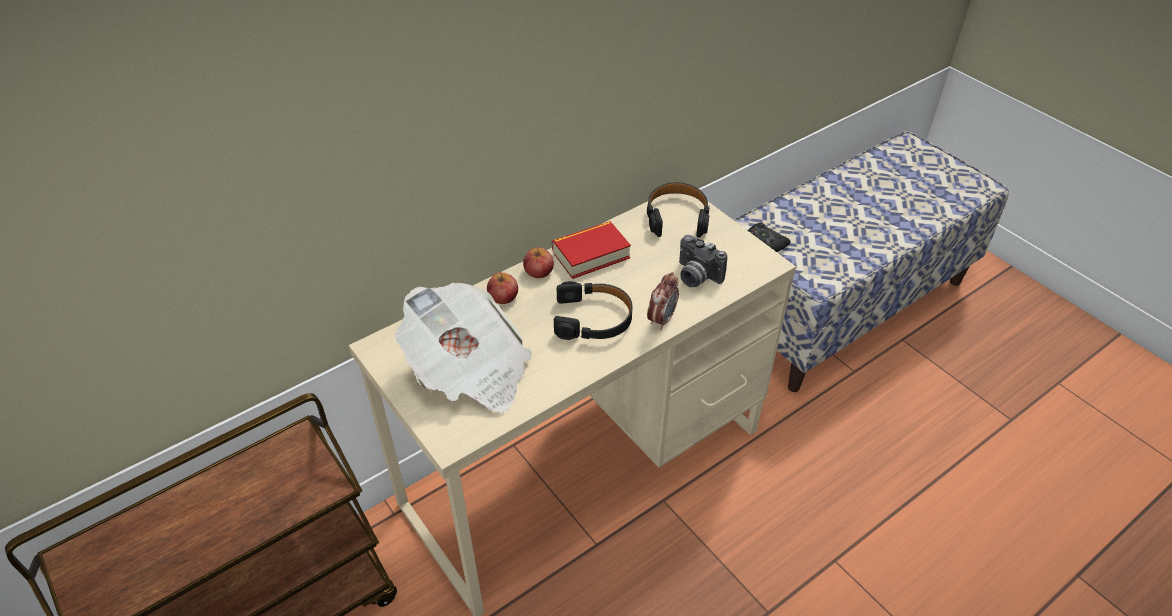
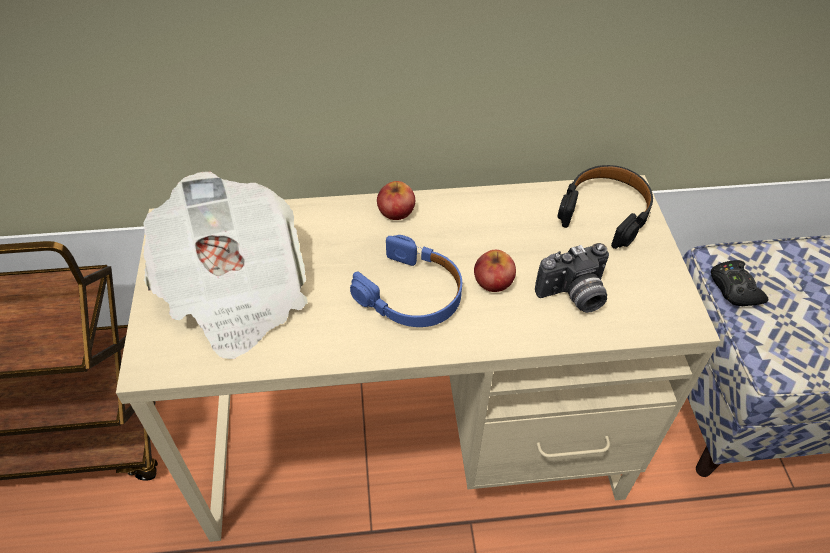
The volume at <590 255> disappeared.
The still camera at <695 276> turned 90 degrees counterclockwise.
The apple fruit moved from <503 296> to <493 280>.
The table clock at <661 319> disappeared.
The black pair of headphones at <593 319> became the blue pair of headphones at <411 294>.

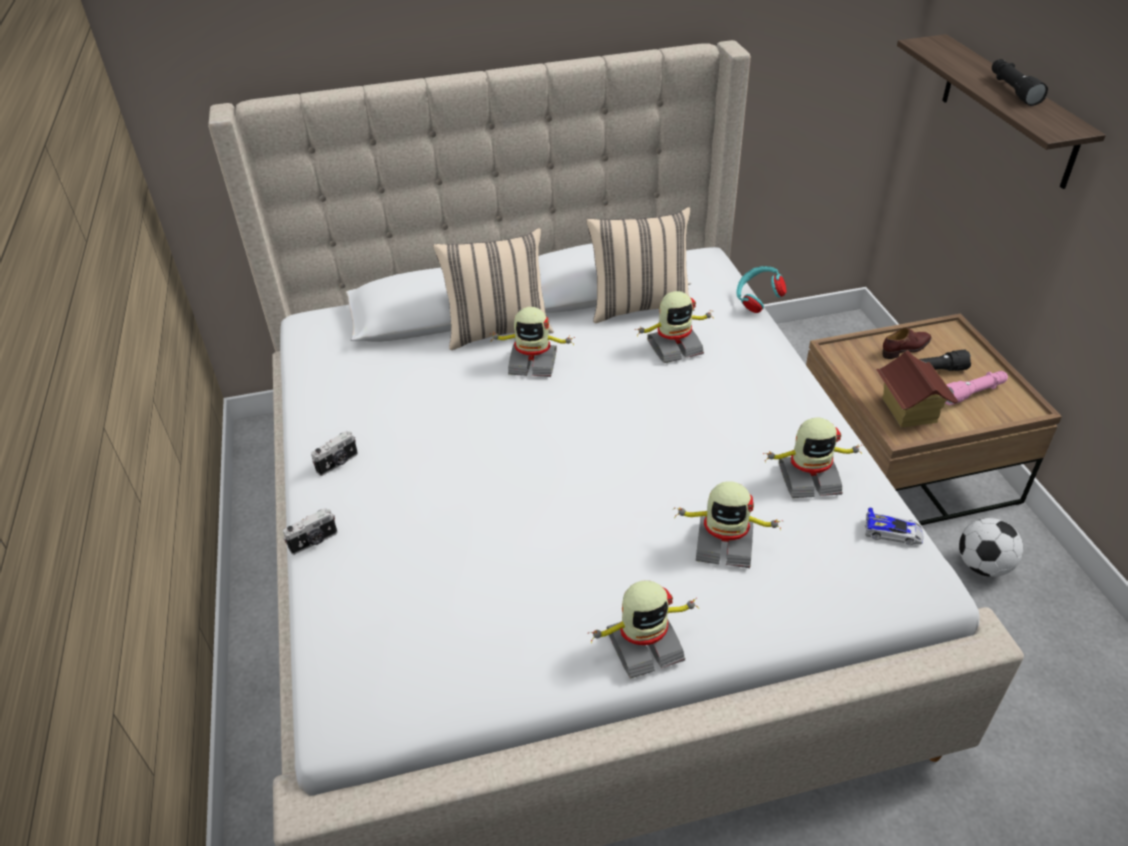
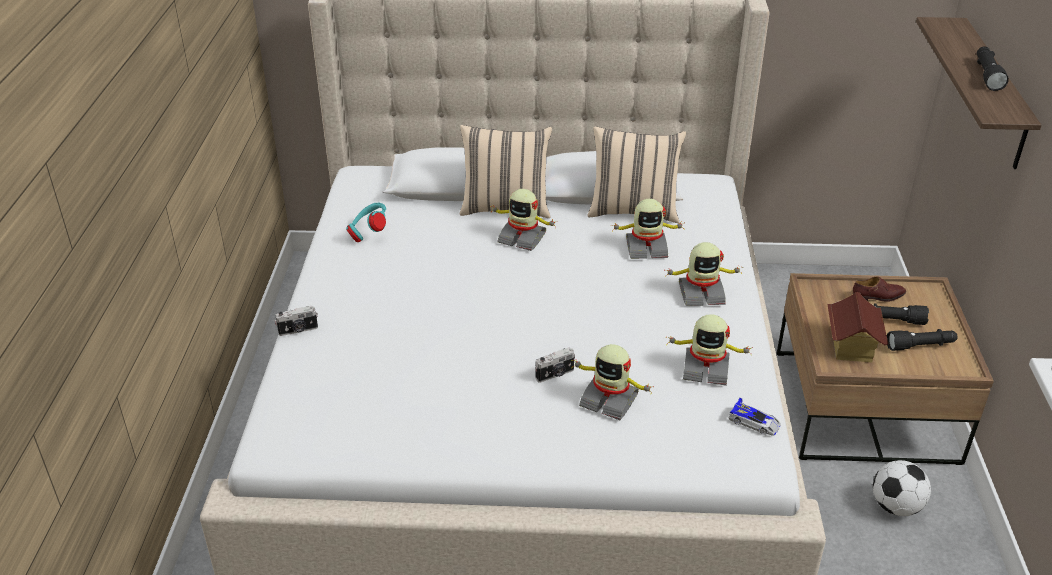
The blue-green pair of headphones moved from <757 302> to <369 233>.
The pink flashlight at <973 393> became the black flashlight at <920 346>.
The still camera moved from <338 463> to <555 375>.
The robot figure moved from <644 645> to <701 293>.

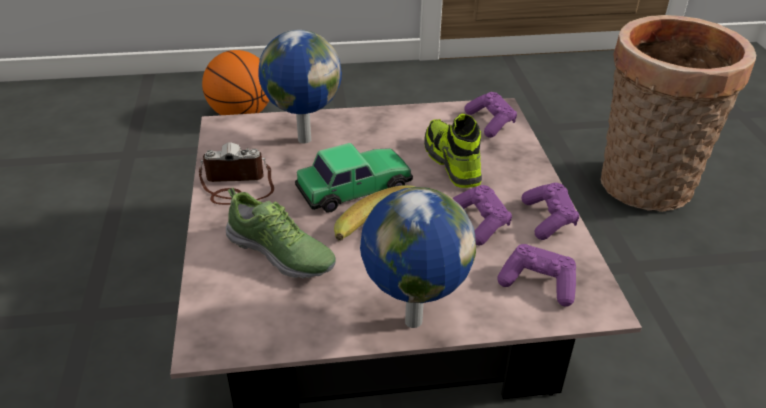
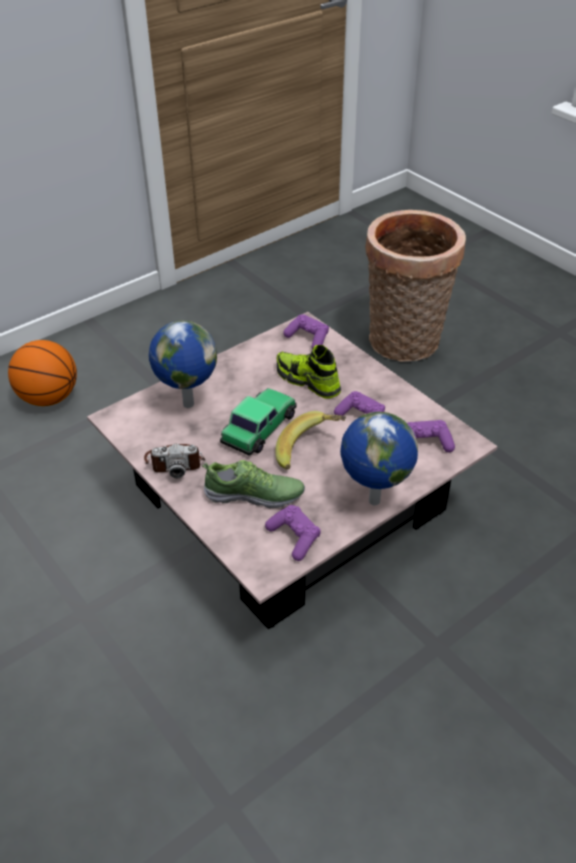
The still camera at <236 186> turned 150 degrees counterclockwise.
The purple-coloured gamepad moved from <548 219> to <294 538>.

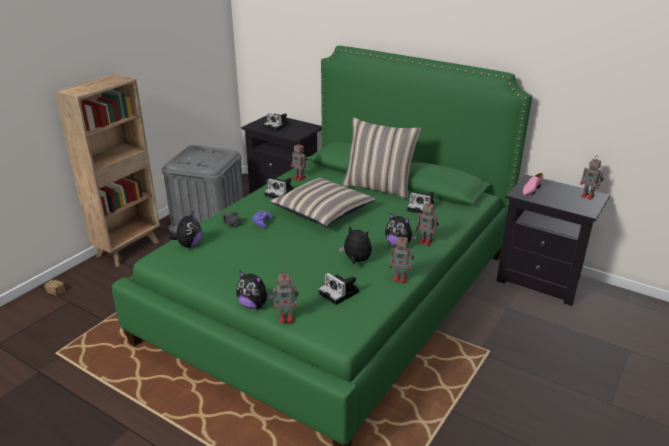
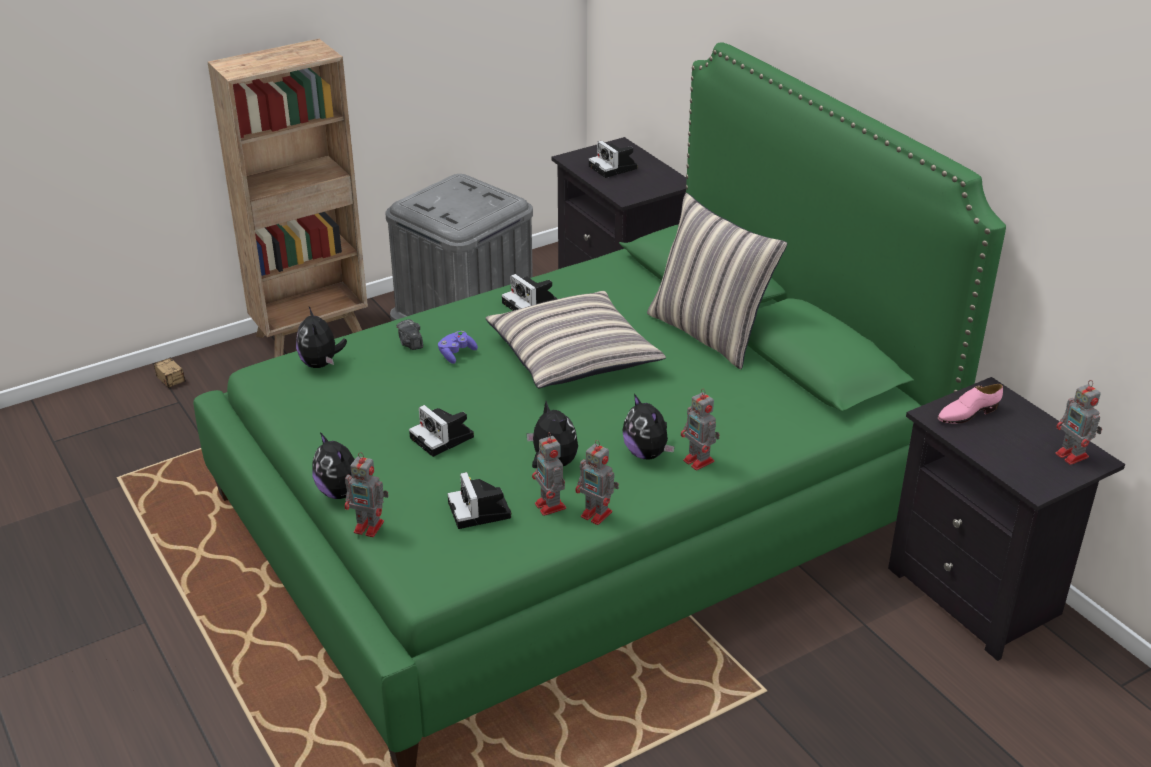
The robot figure moved from <300 178> to <551 507>.
The still camera moved from <422 207> to <444 438>.
The cuddly toy at <189 245> turned 120 degrees clockwise.

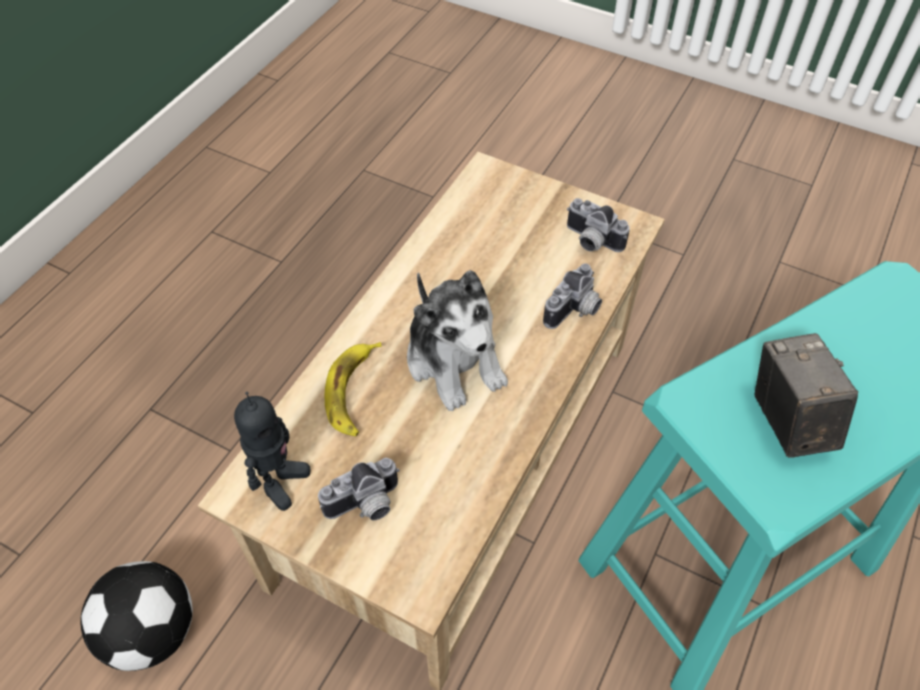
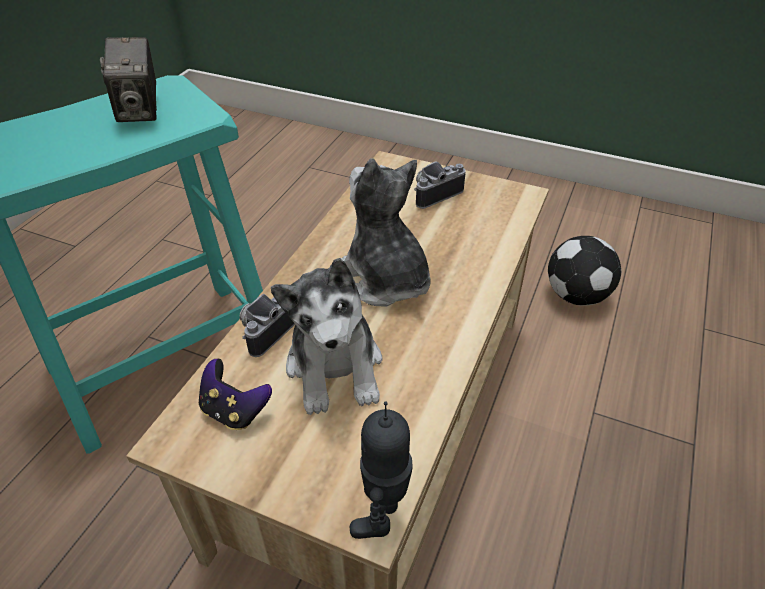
The still camera at <590 242> was replaced by the gamepad at <234 411>.
The whole banana at <353 392> disappeared.
The robot figure moved from <280 482> to <382 516>.
The cuddly toy at <335 367> appeared.

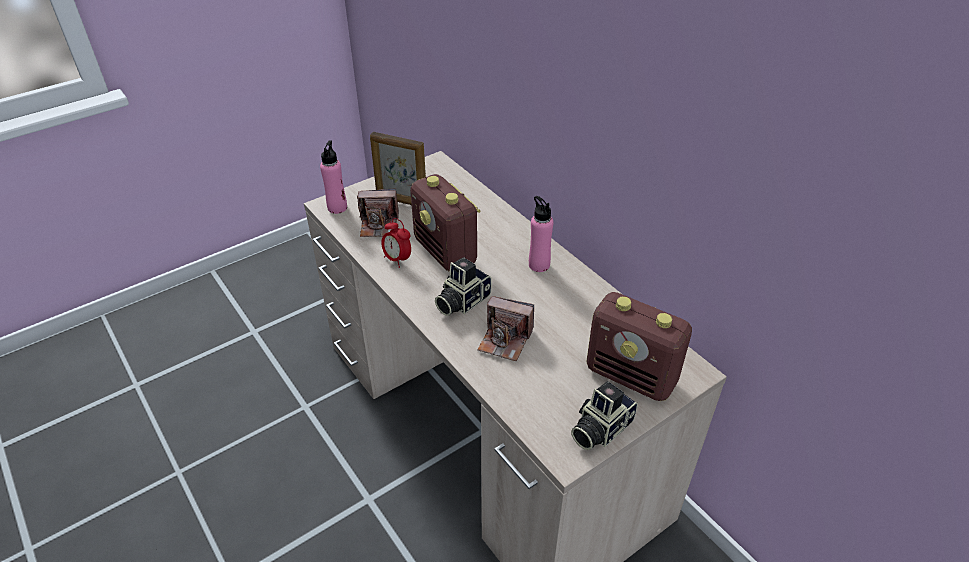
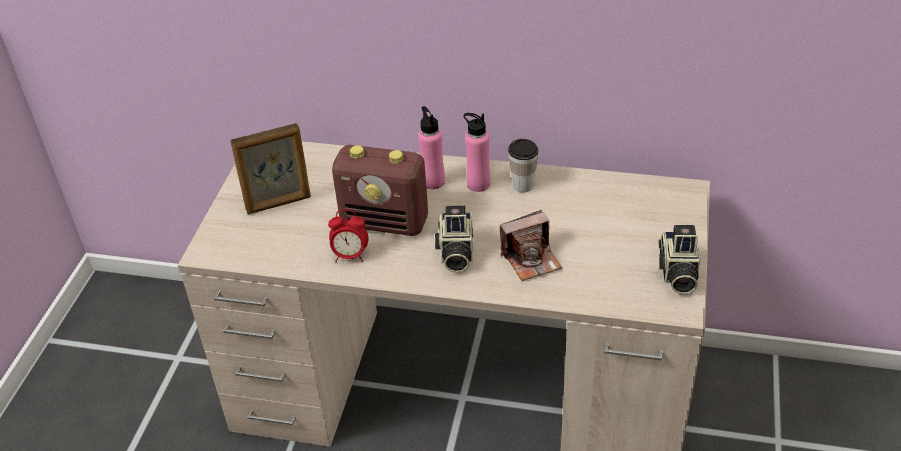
The pink drink bottle moved from <337 207> to <433 181>.
The still camera at <379 225> disappeared.
The radio receiver at <632 376> disappeared.
The cup at <522 185> appeared.

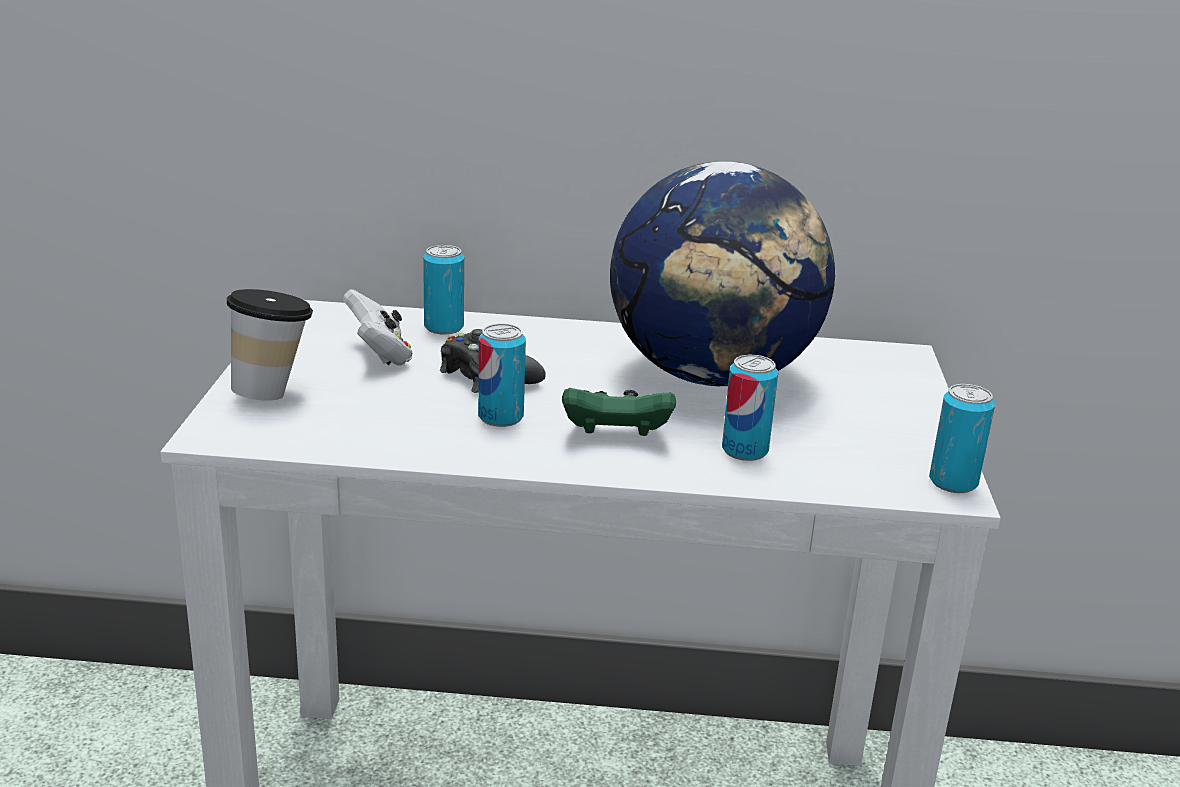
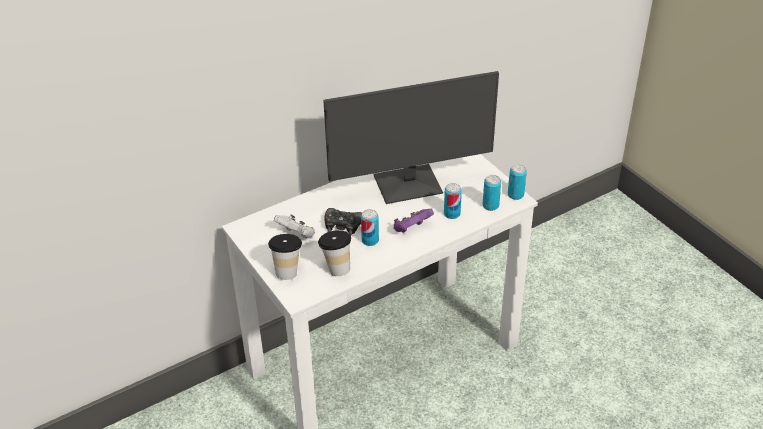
The desk globe at <712 376> was replaced by the monitor at <408 185>.
The sealed can moved from <444 327> to <490 205>.
The green gamepad at <616 436> became the purple-coloured gamepad at <411 229>.
The cup at <336 268> appeared.

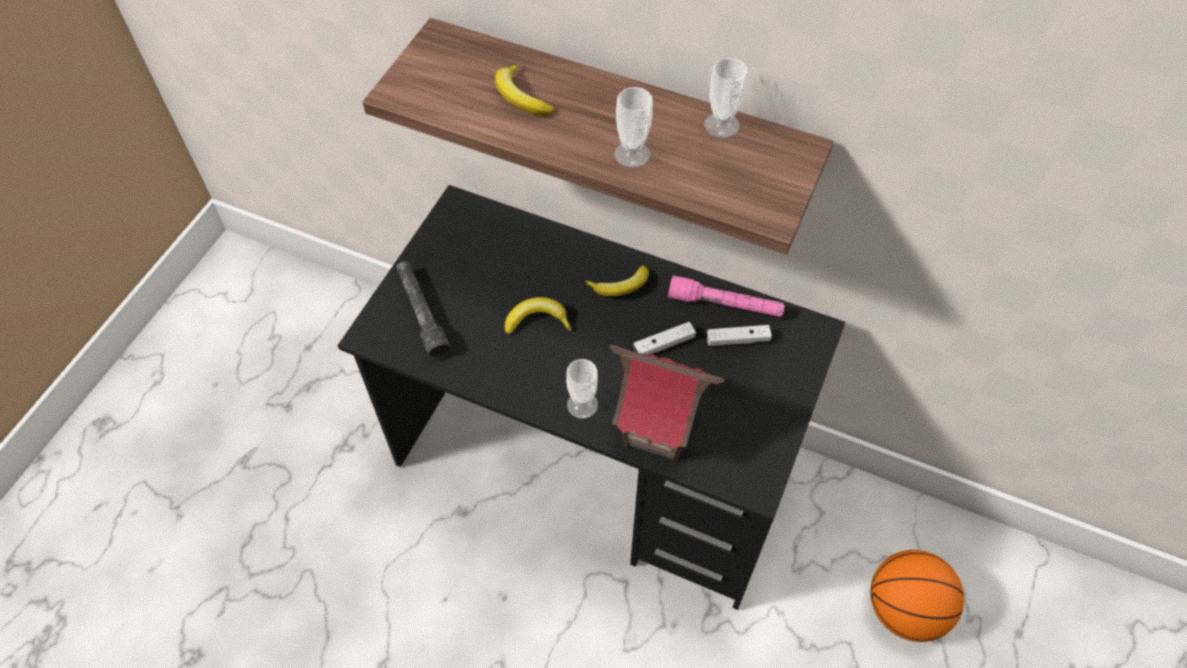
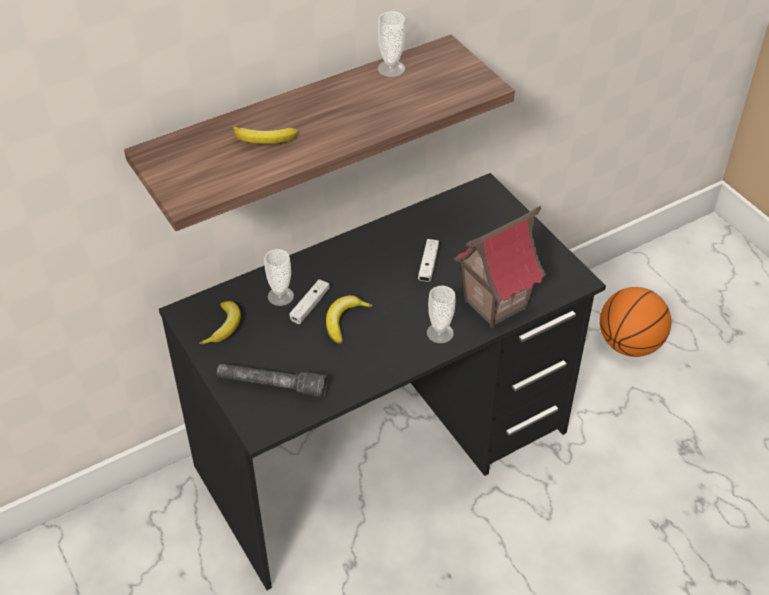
The cup moved from <632 154> to <280 296>.
The whole banana moved from <620 287> to <224 327>.
The pink flashlight at <725 305> disappeared.
The whitish gamepad moved from <738 340> to <310 306>.

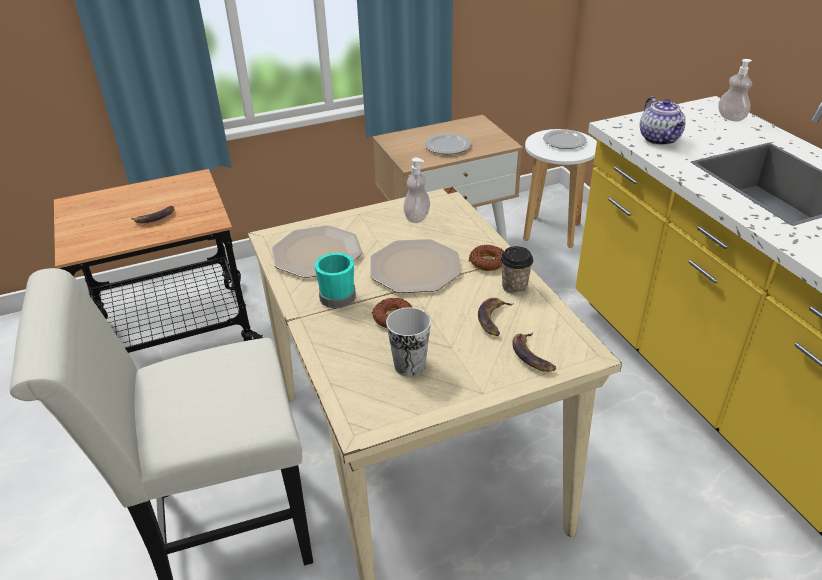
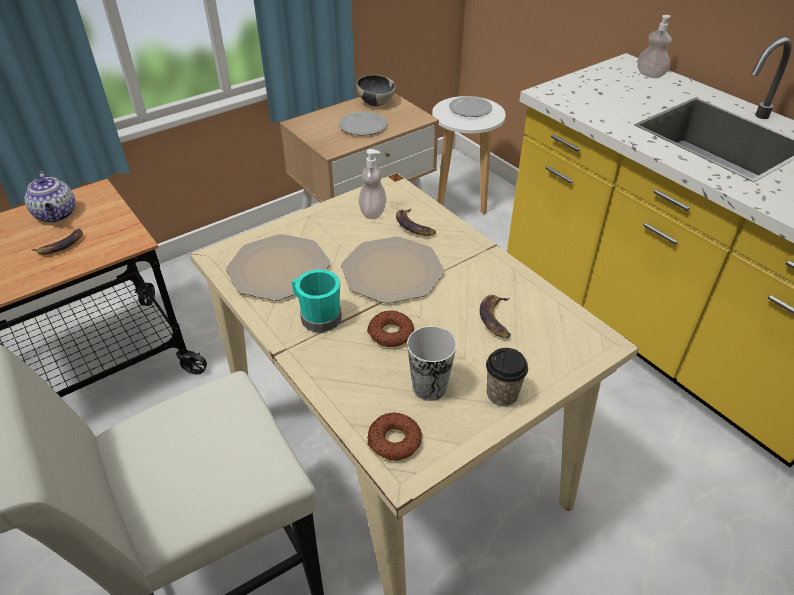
The teapot moved from <660 139> to <57 215>.
The ring doughnut moved from <487 262> to <394 441>.
The cup moved from <514 287> to <502 394>.
The whole banana moved from <532 356> to <414 226>.
The bowl at <376 102> appeared.

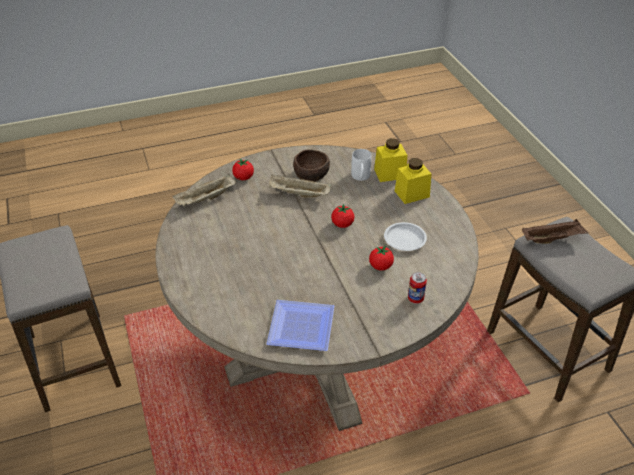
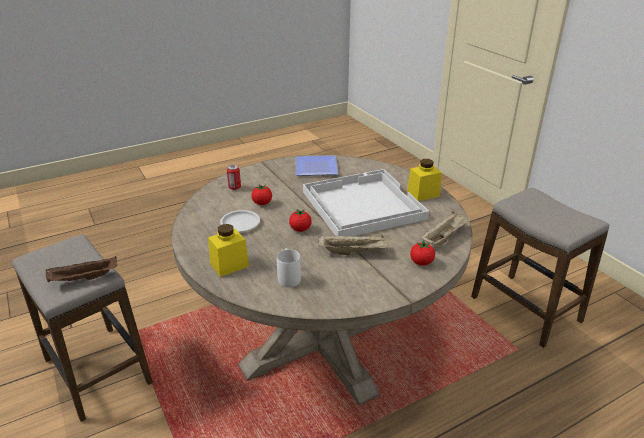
The yellowish storage jar moved from <390 173> to <423 194>.
The brown bowl at <312 174> disappeared.
The whitish tray at <361 204> appeared.

